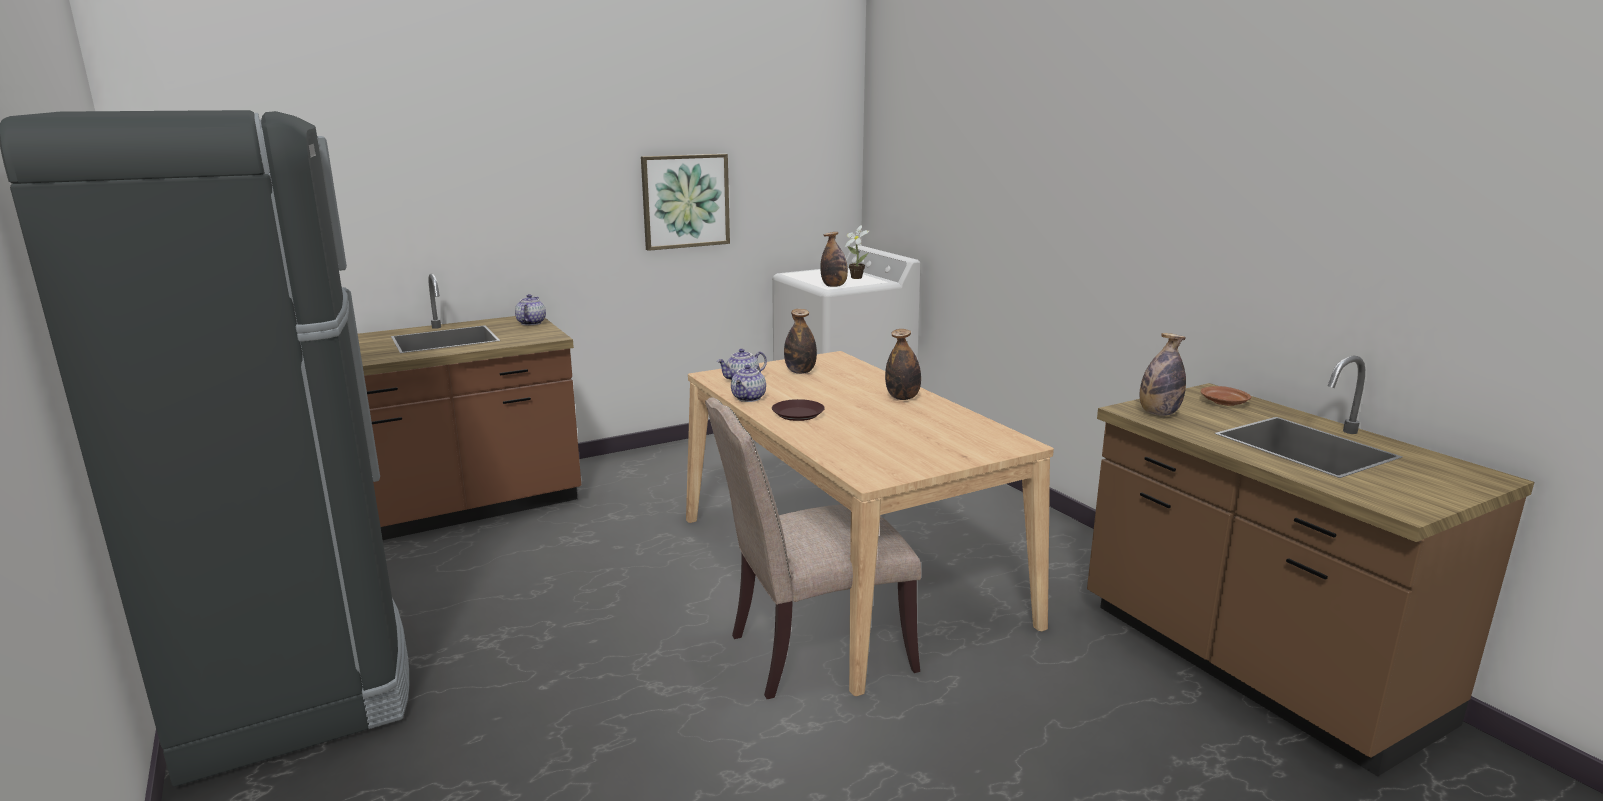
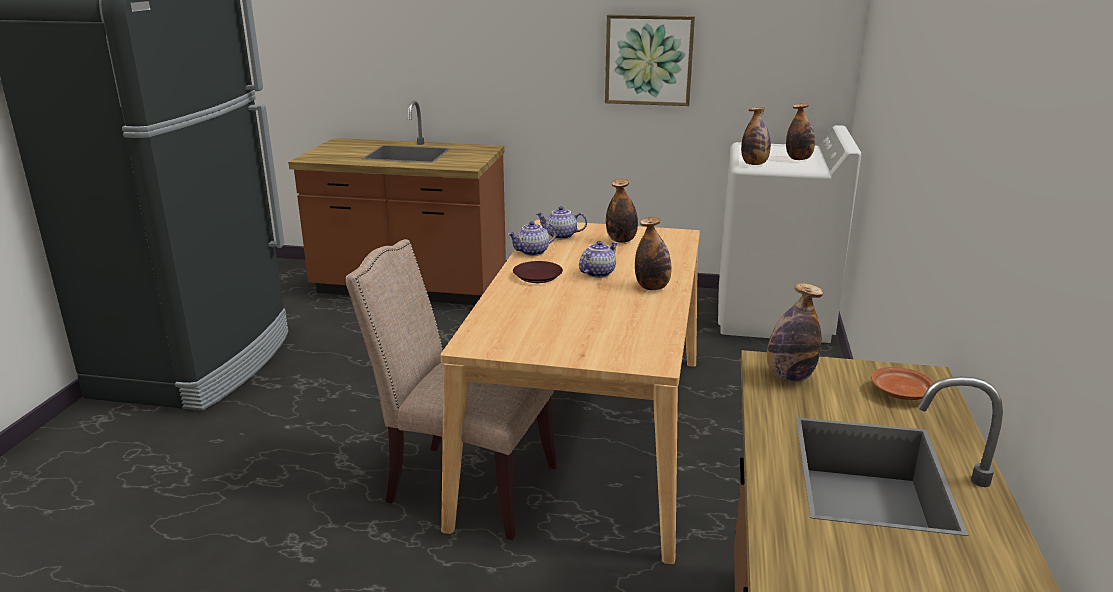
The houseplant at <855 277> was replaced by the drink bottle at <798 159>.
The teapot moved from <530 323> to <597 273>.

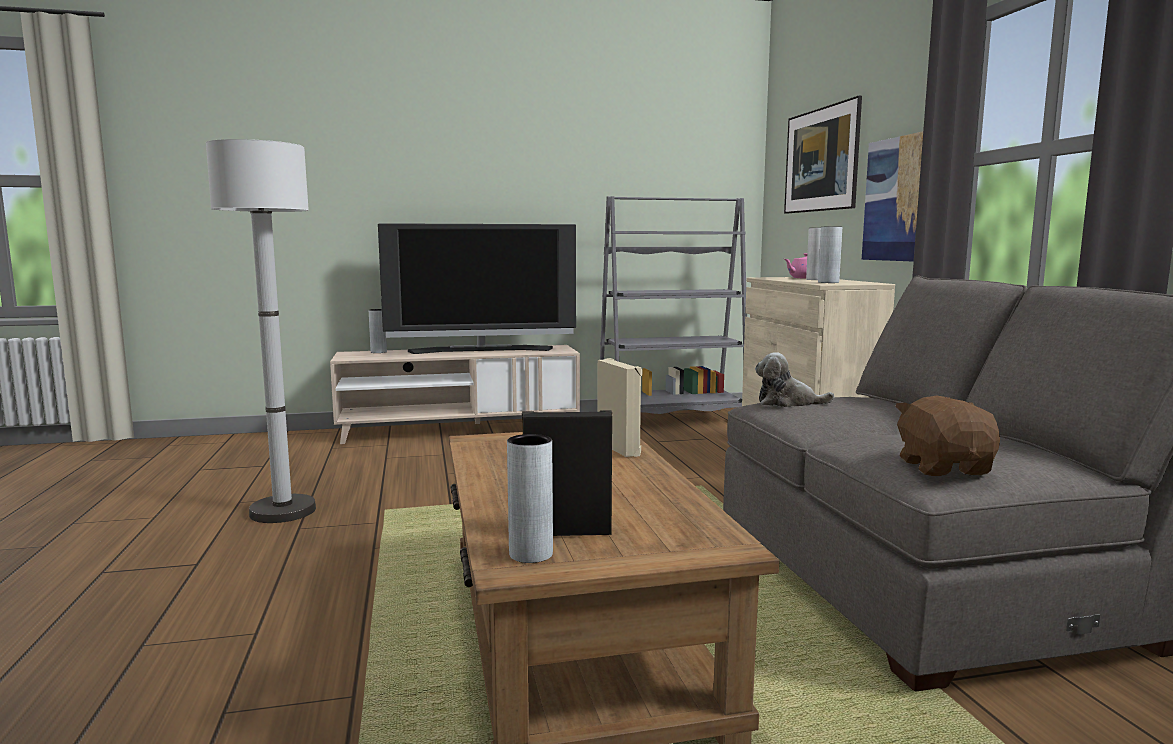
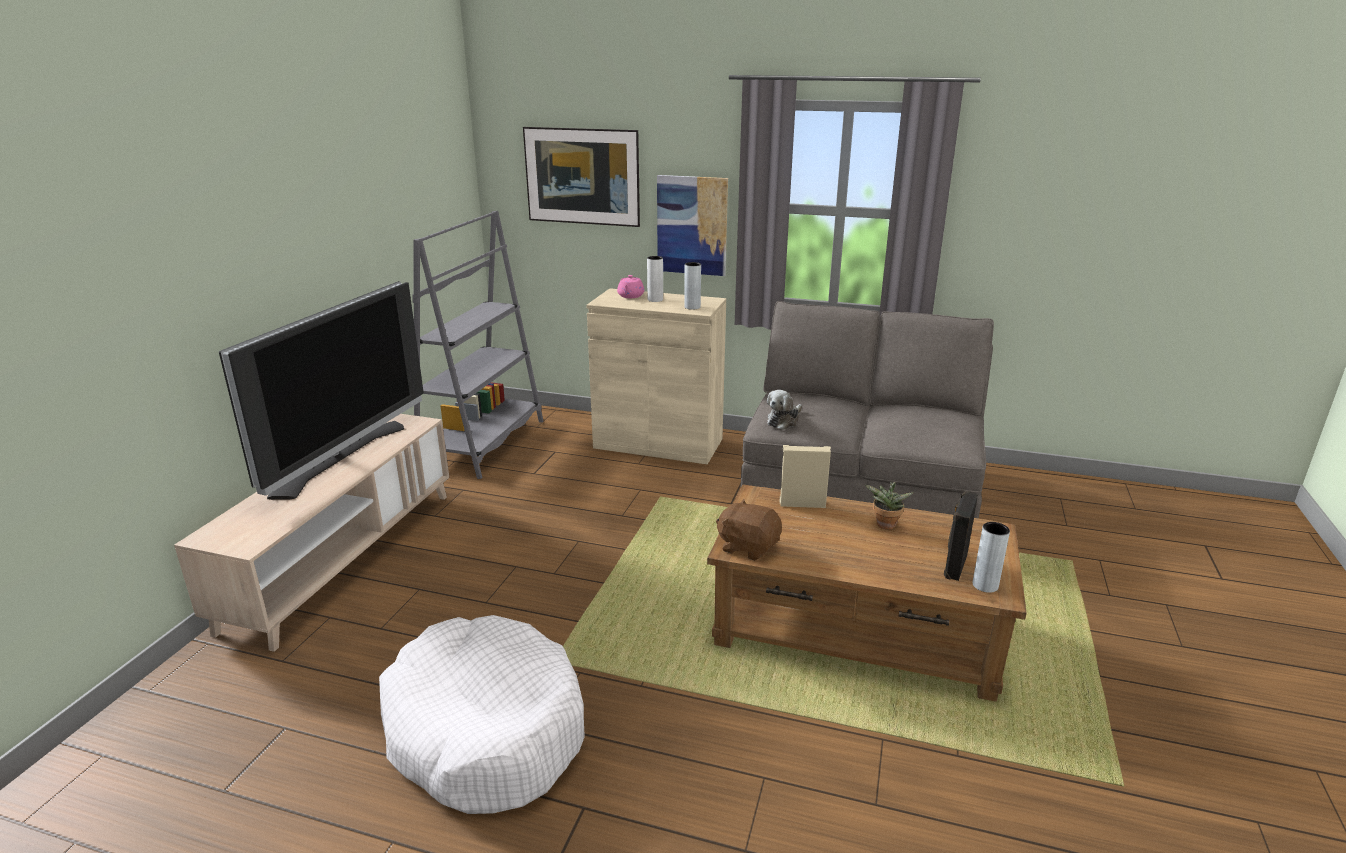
The whitish floor lamp at <283 511> was replaced by the whitish dog bed at <485 730>.
The gray flower vase at <378 352> disappeared.
The brown cuddly toy moved from <944 468> to <748 547>.
The houseplant at <885 526> appeared.

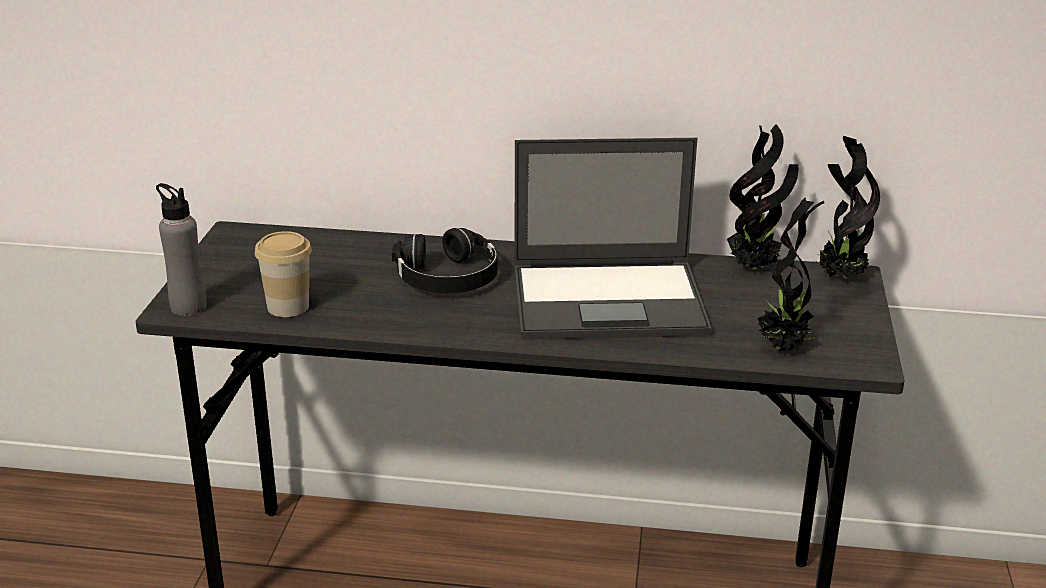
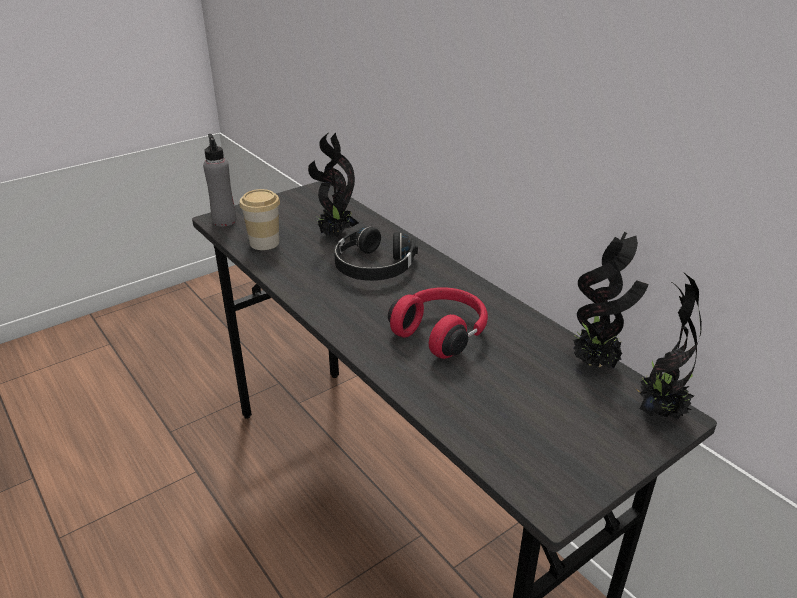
The portable computer at <610 301> was replaced by the reddish pair of headphones at <441 333>.
The houseplant moved from <783 348> to <335 234>.

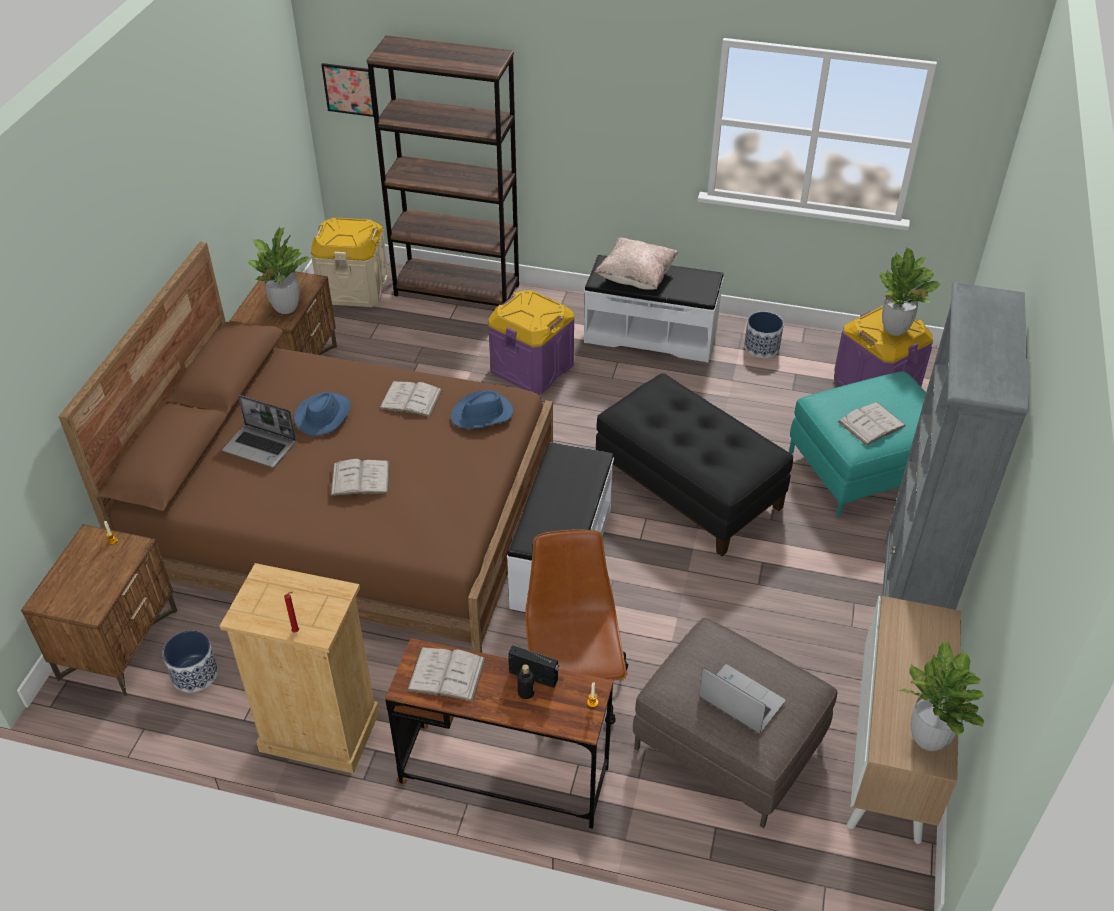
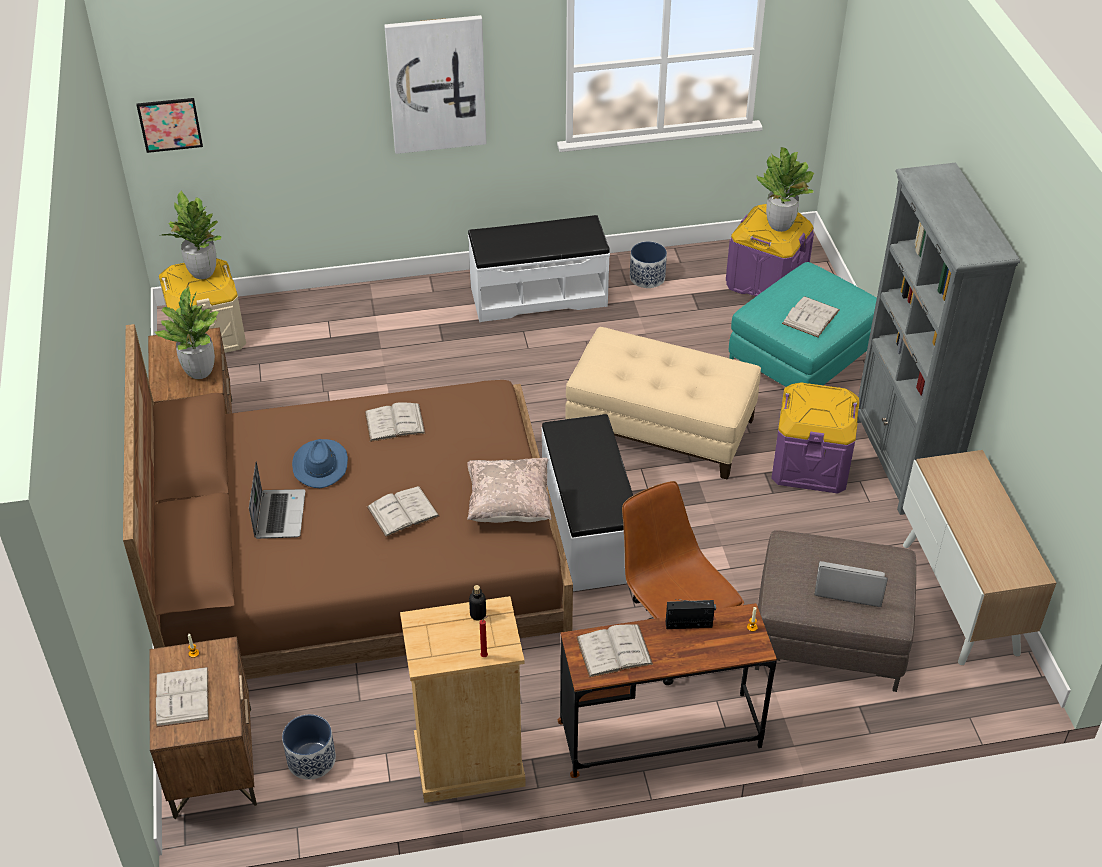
The brown bookcase at <457 290> disappeared.
The beige-coloured pillow moved from <636 278> to <509 506>.
The purple-coloured storage container moved from <532 367> to <810 464>.
The black ottoman at <689 486> became the beige-coloured ottoman at <661 426>.
The blue wearable hat at <482 414> disappeared.
The portable computer at <261 446> turned 90 degrees counterclockwise.
The houseplant moved from <928 738> to <202 272>.
The drink bottle moved from <526 692> to <478 614>.
The picture at <436 84> appeared.
The whitish volume at <182 697> appeared.

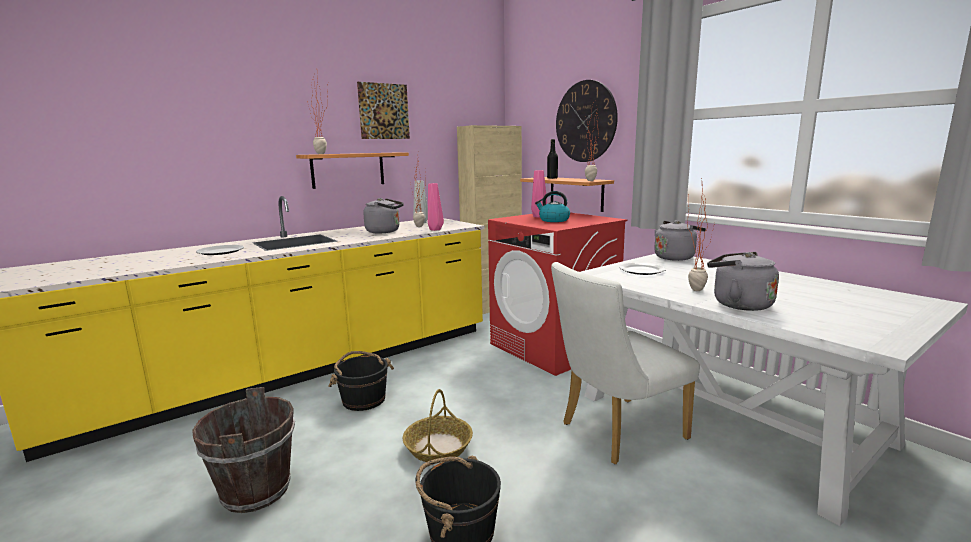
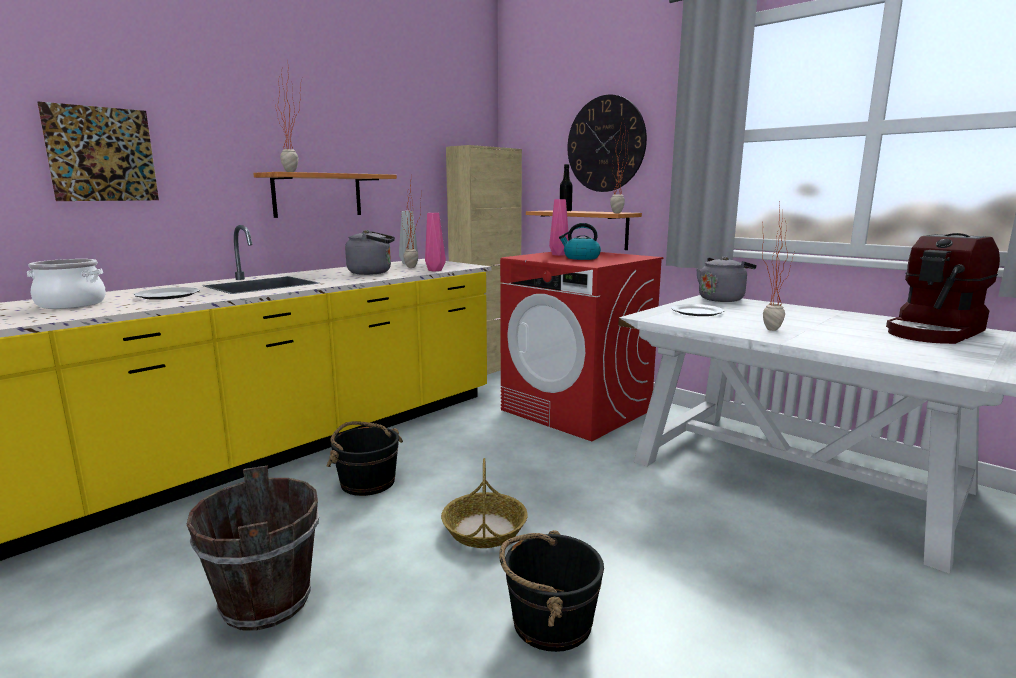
The picture moved from <384 111> to <102 154>.
The gray tea kettle at <738 304> disappeared.
The whitish chair at <615 432> disappeared.
The coffee brewer at <935 332> appeared.
The stockpot at <71 304> appeared.

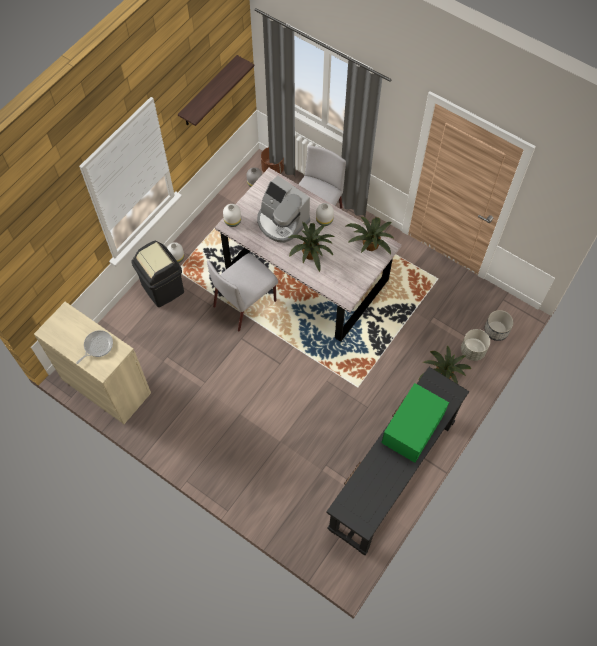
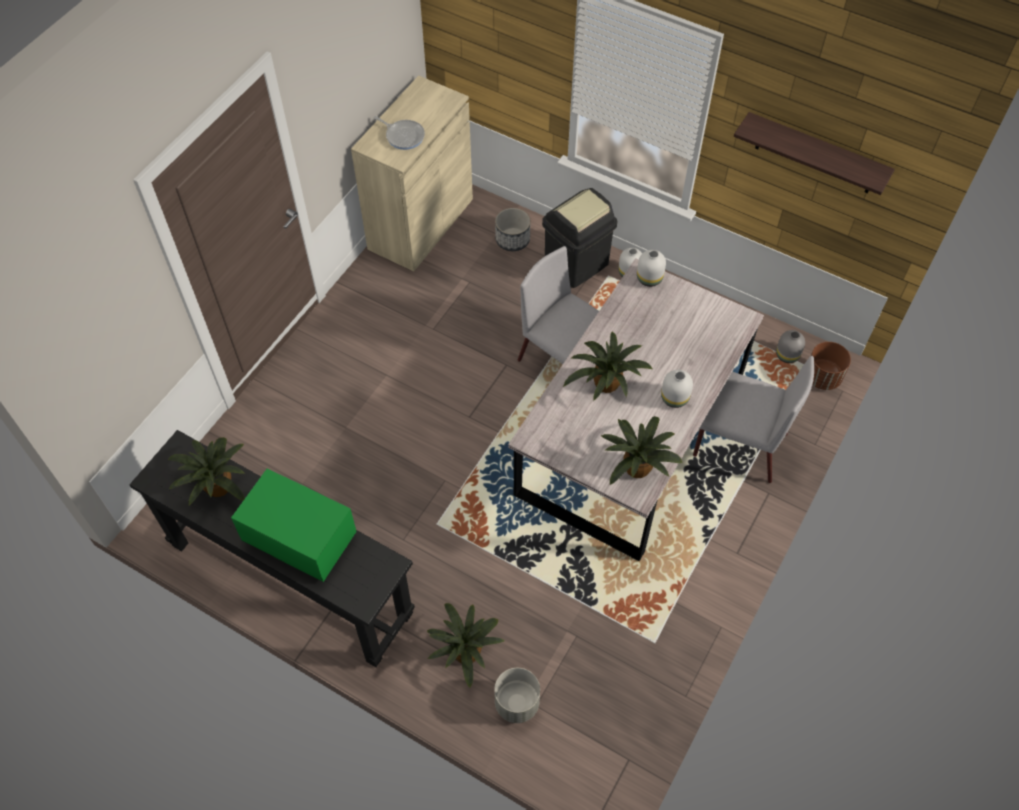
The coffee brewer at <281 222> disappeared.
The planter moved from <496 330> to <513 240>.
The houseplant at <216 486> appeared.

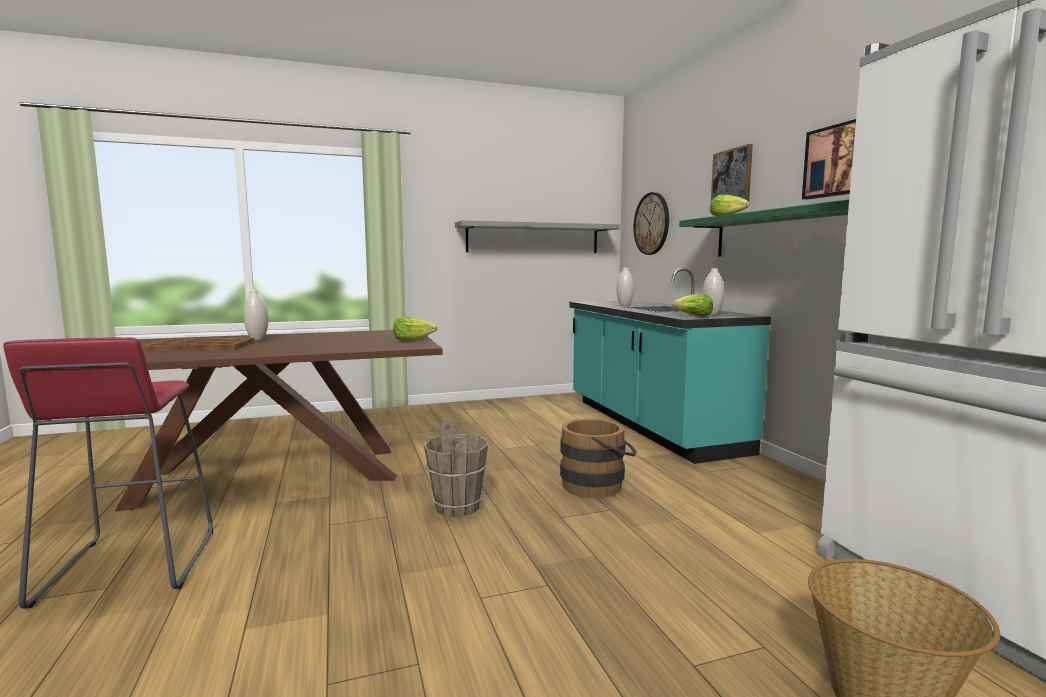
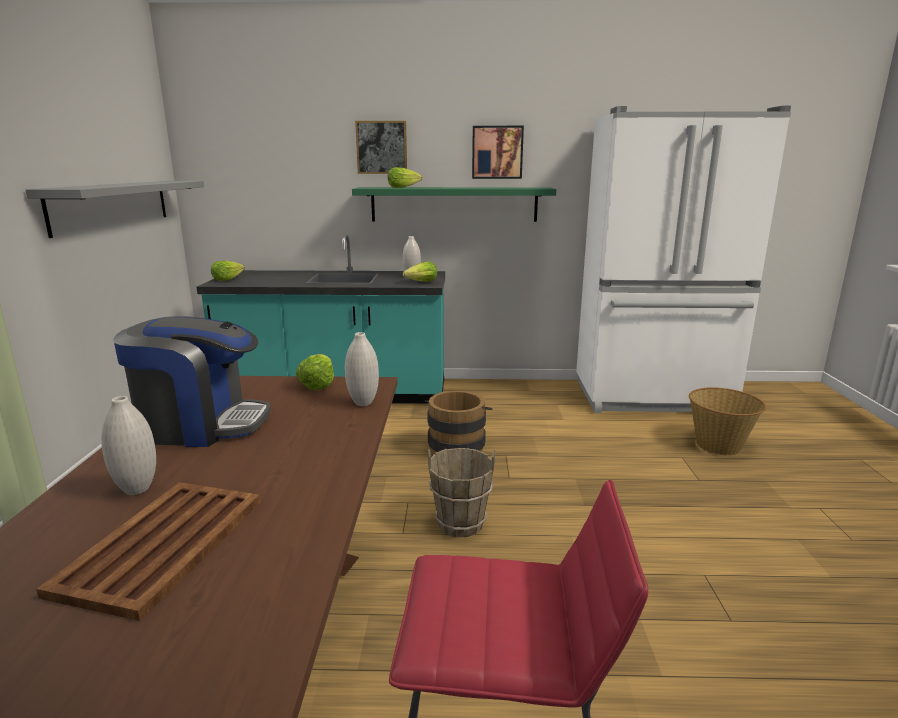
The hanging clock at <651 224> disappeared.
The whitish flower vase moved from <624 305> to <363 403>.
The head of lettuce at <227 279> appeared.
The coffee brewer at <201 425> appeared.

